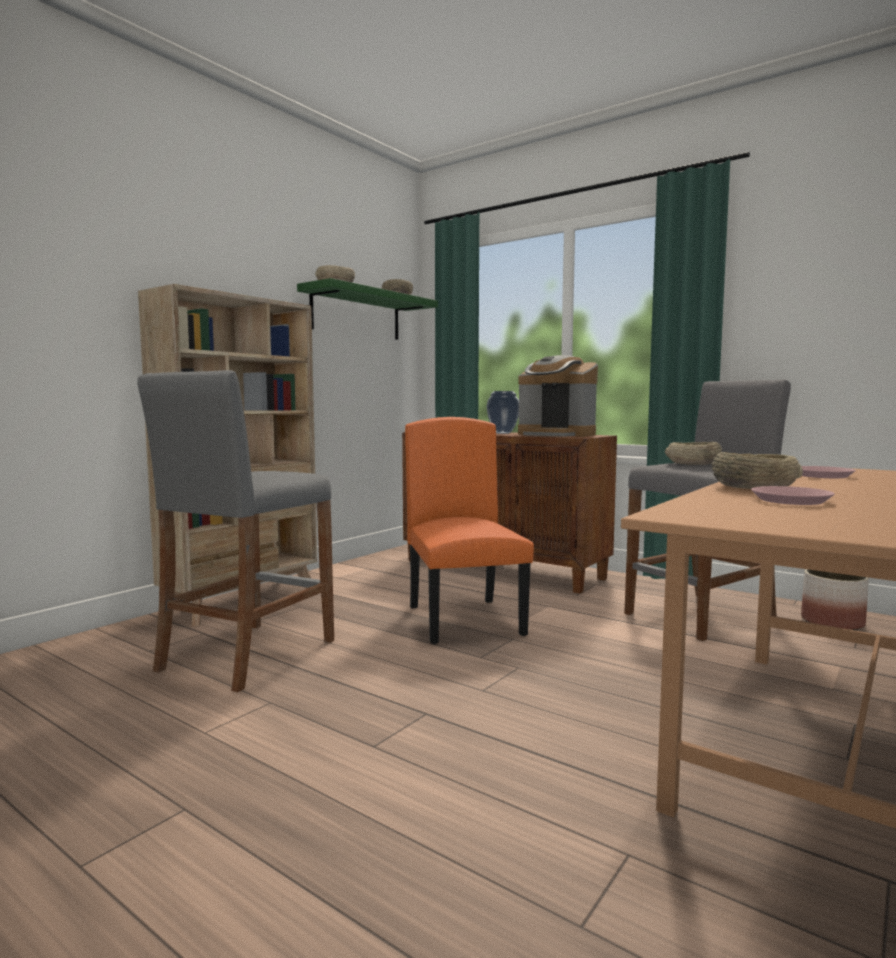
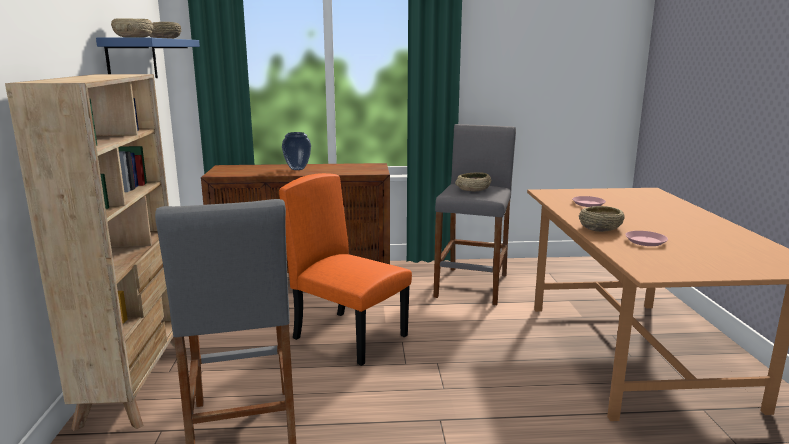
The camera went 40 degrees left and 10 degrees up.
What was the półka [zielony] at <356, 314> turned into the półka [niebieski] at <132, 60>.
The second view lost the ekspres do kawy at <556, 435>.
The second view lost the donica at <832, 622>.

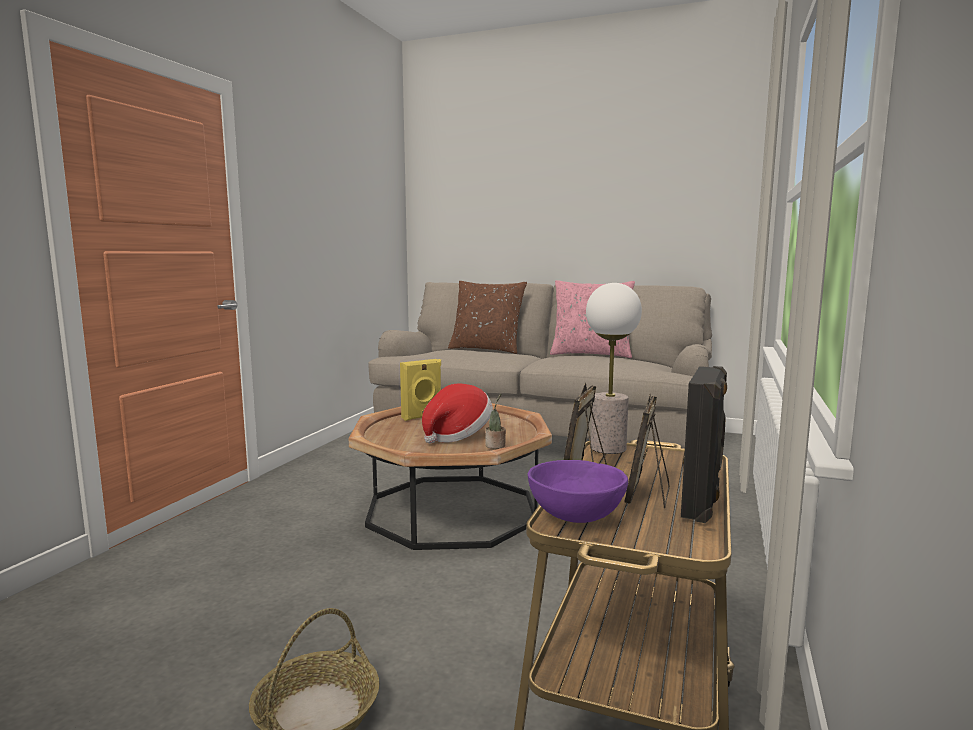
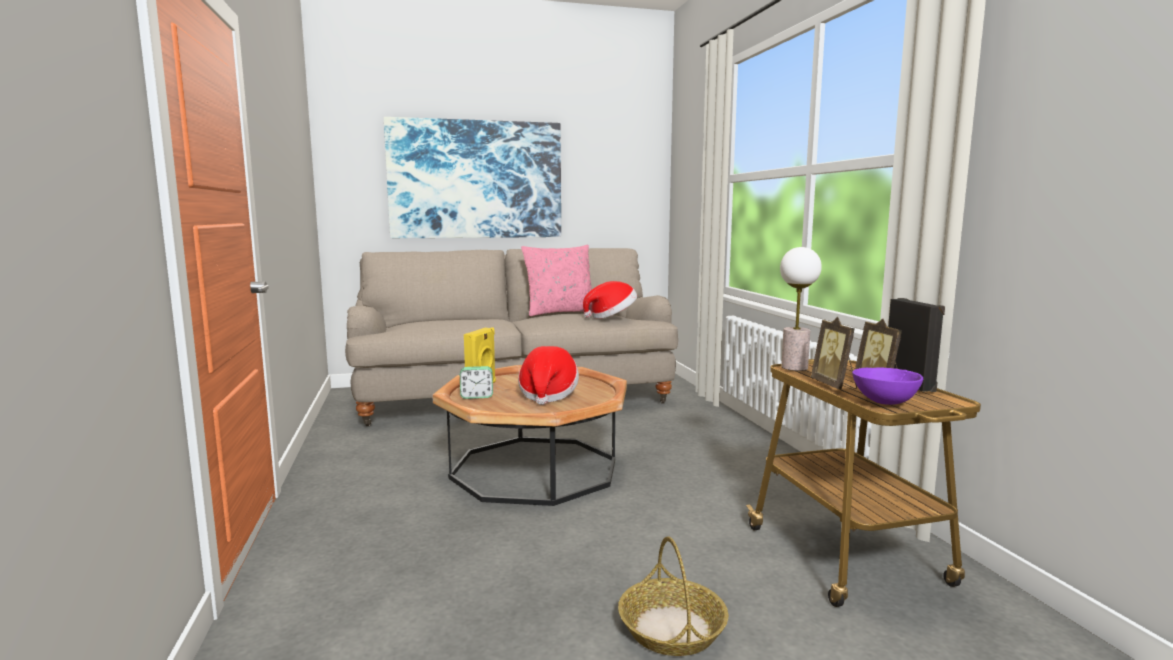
The camera went 35 degrees left and 0 degrees up.
The second view lost the poduszka [brązowy] at <486, 349>.
The second view lost the roślina doniczkowa at <495, 446>.
The second view gained the obraz at <476, 180>.
The second view gained the kapelusz at <611, 317>.
The second view gained the budzik at <476, 396>.

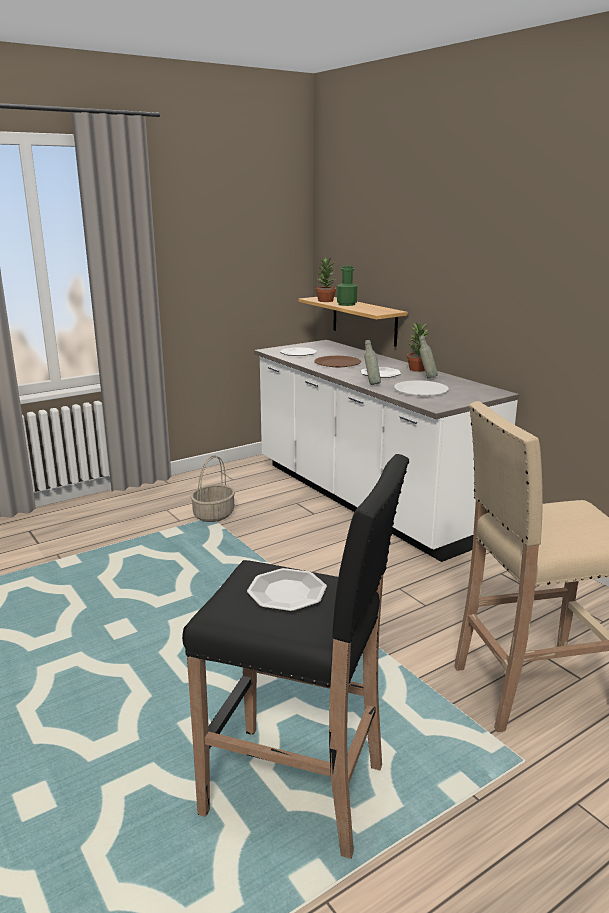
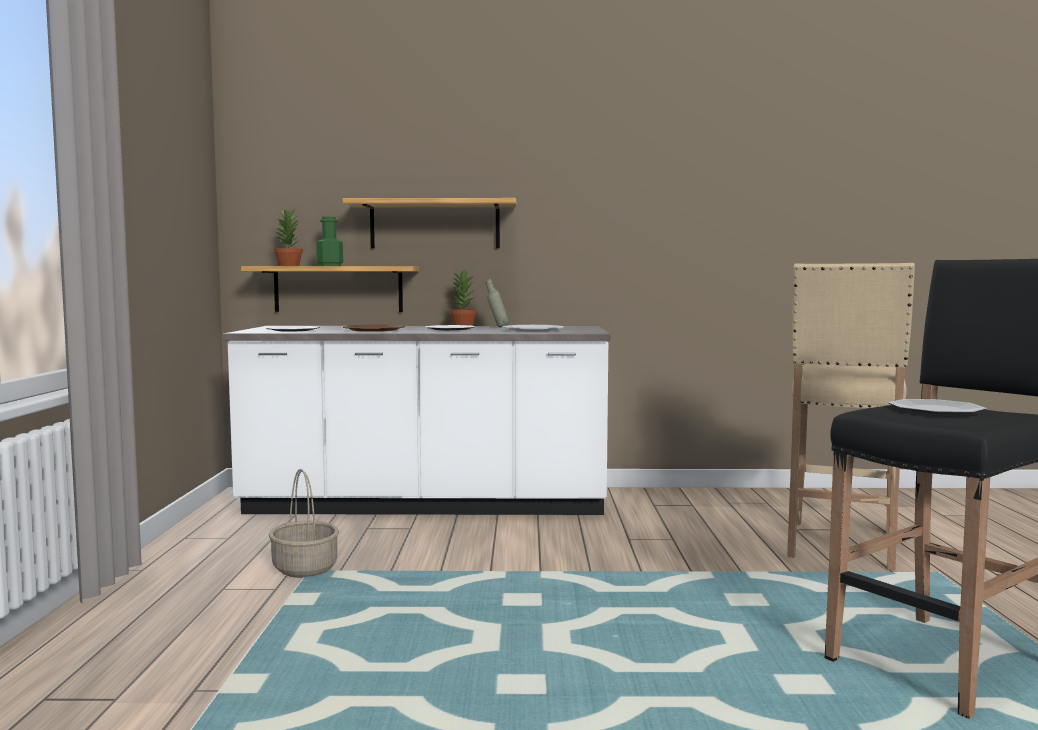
The camera went 55 degrees left and 15 degrees down.
The second view lost the butelka [szary] at <371, 384>.
The second view gained the półka at <435, 225>.

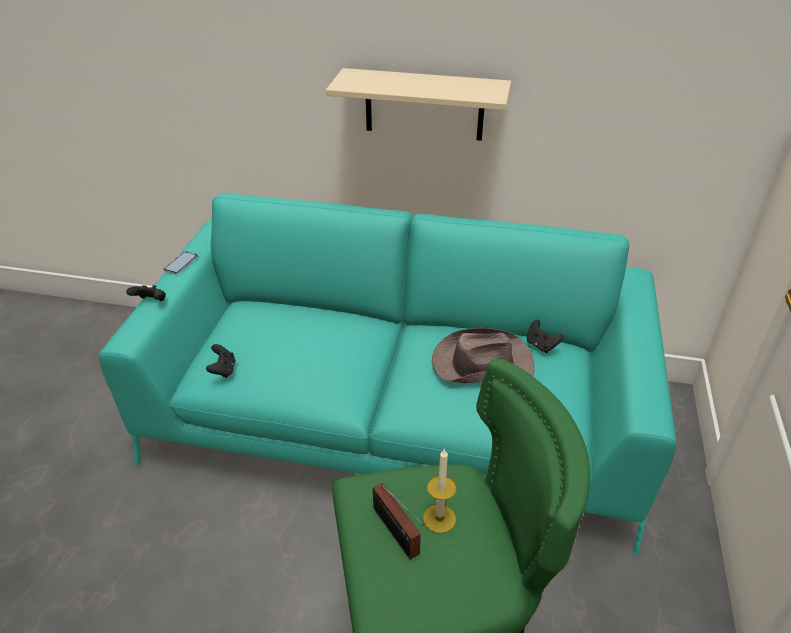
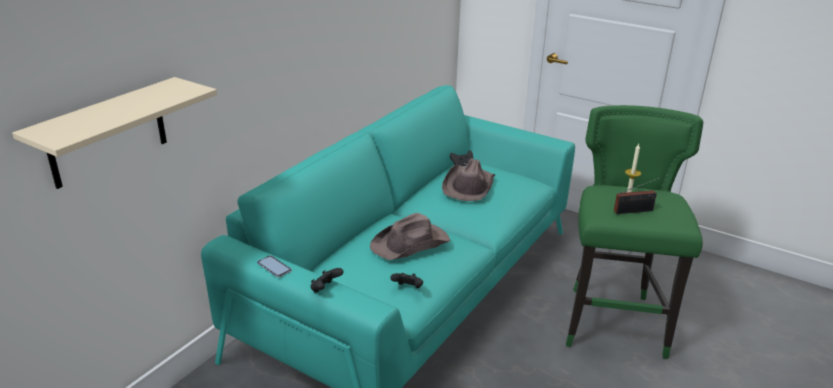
The camera went 70 degrees left and 10 degrees down.
The półka [beżowy] ended up elsewhere, having gone from <424, 105> to <107, 133>.
The second view gained the kapelusz [brązowy] at <411, 244>.

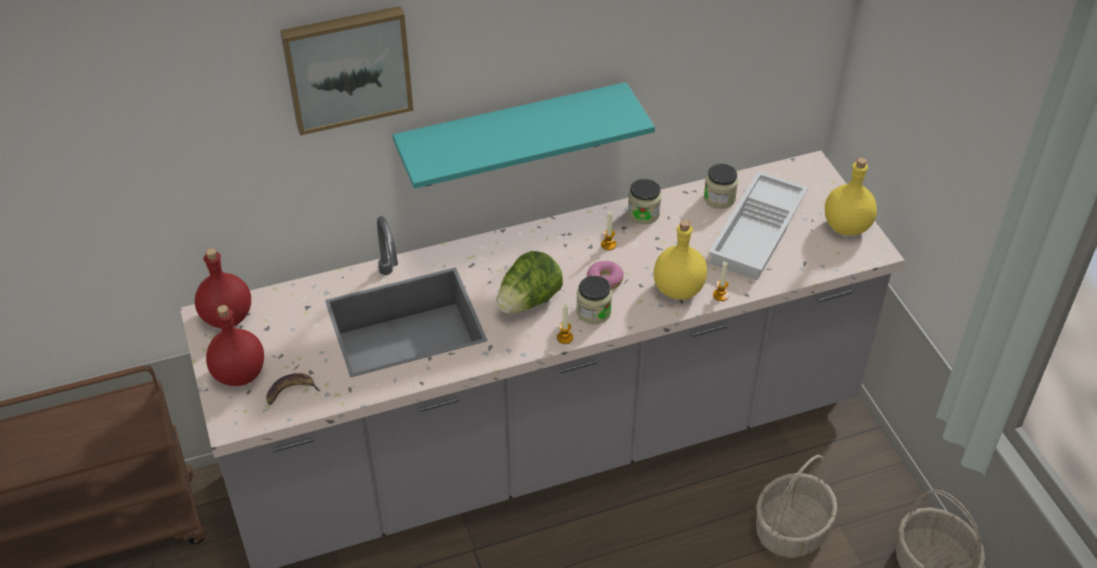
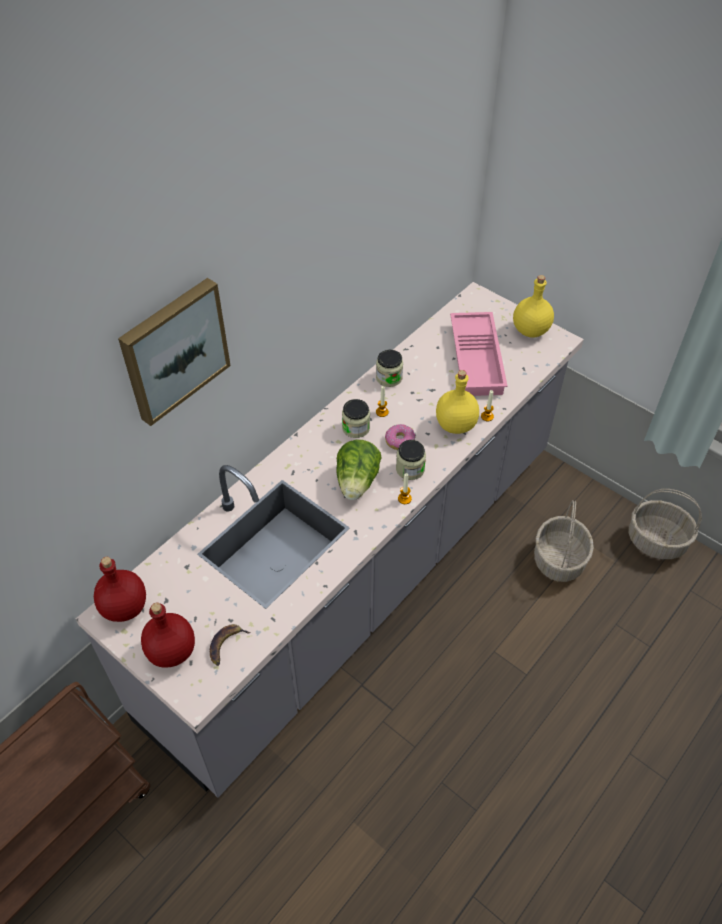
The camera went 30 degrees left and 5 degrees up.
The second view lost the półka [turkusowy] at <512, 136>.
The słoik ended up elsewhere, having gone from <719, 198> to <356, 428>.
What was the taca [biały] at <759, 233> turned into the taca [różowy] at <478, 359>.

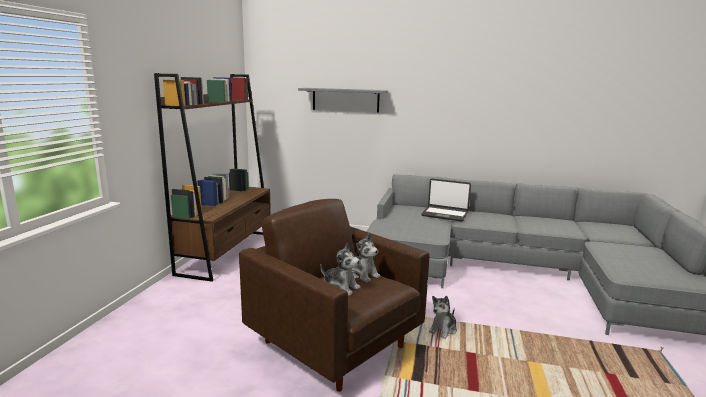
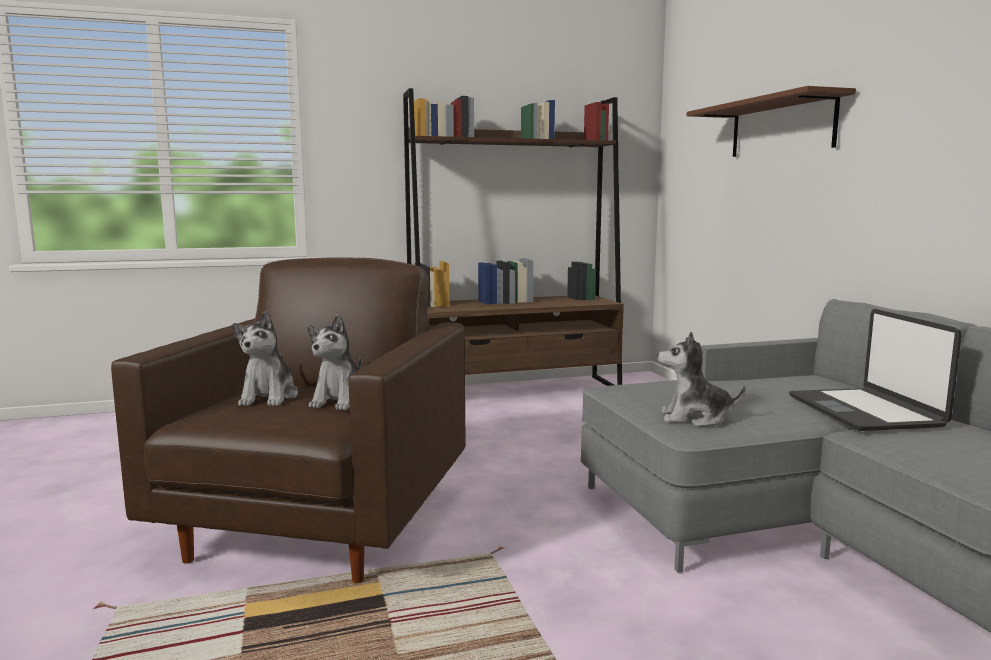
The camera went 60 degrees right and 5 degrees down.
What was the półka [szary] at <345, 100> turned into the półka [brązowy] at <781, 127>.
The pluszak ended up elsewhere, having gone from <443, 330> to <695, 418>.

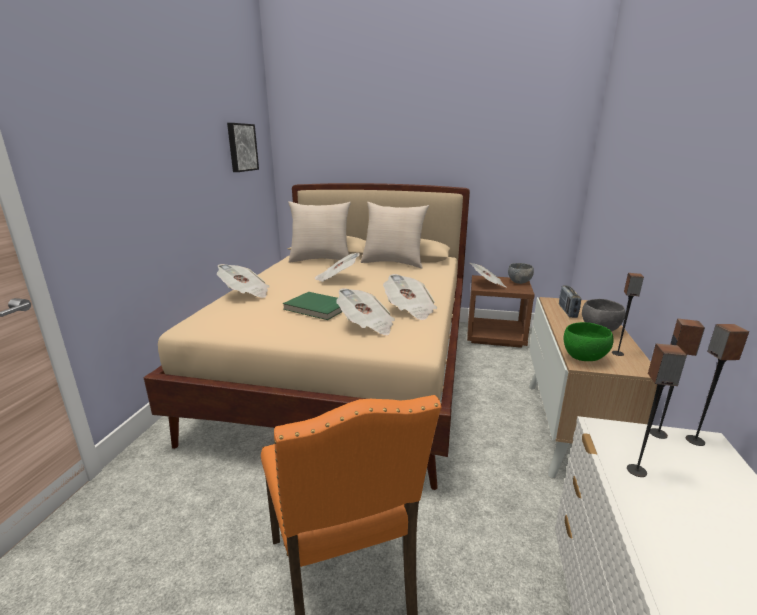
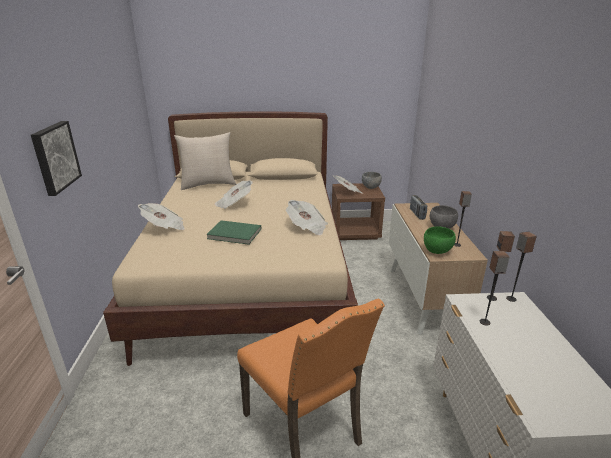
The camera went 15 degrees left and 5 degrees up.
The obraz ended up elsewhere, having gone from <241, 147> to <54, 157>.
The second view lost the poduszka [beżowy] at <393, 263>.
The second view lost the gazeta at <367, 326>.

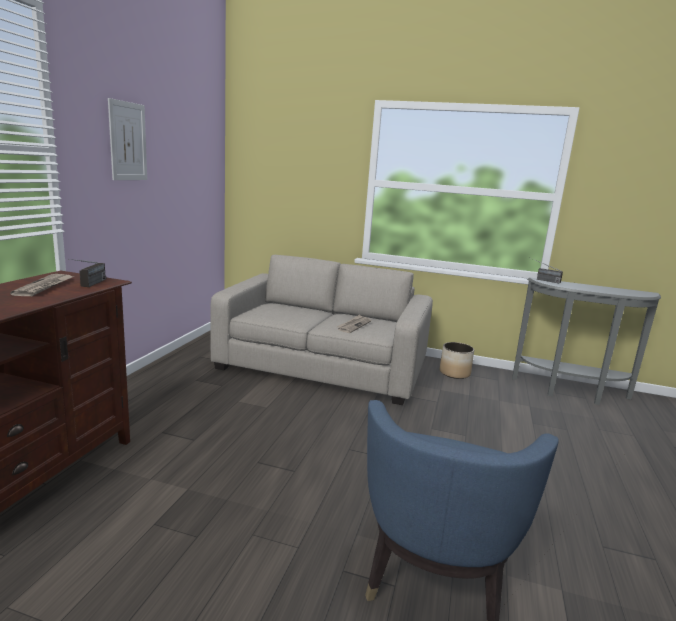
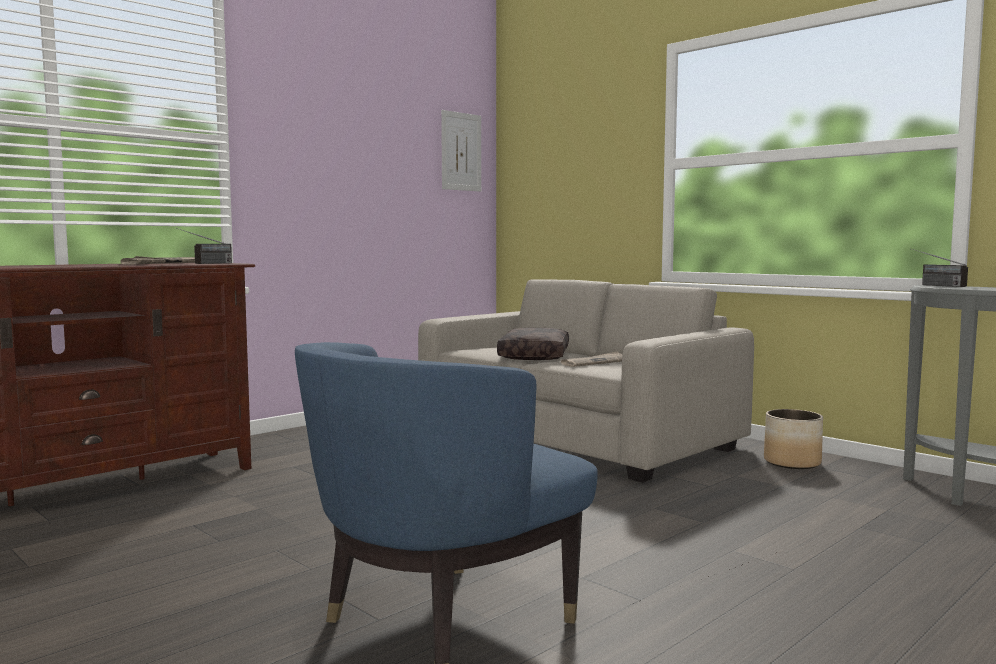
The camera went 30 degrees right and 10 degrees down.
The obraz ended up elsewhere, having gone from <128, 141> to <461, 151>.
The second view gained the poduszka [brązowy] at <533, 356>.

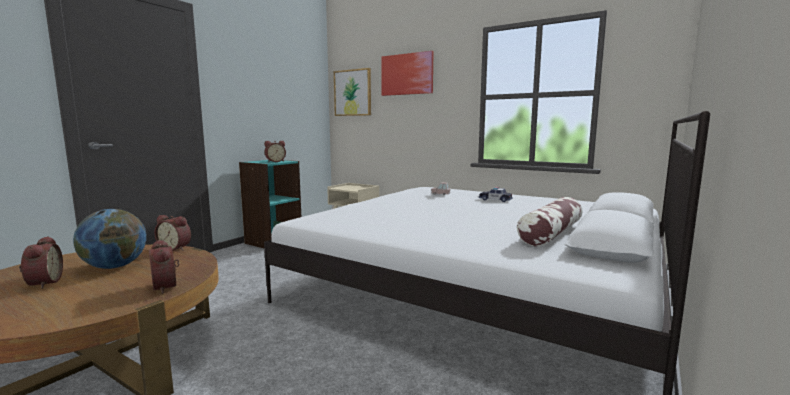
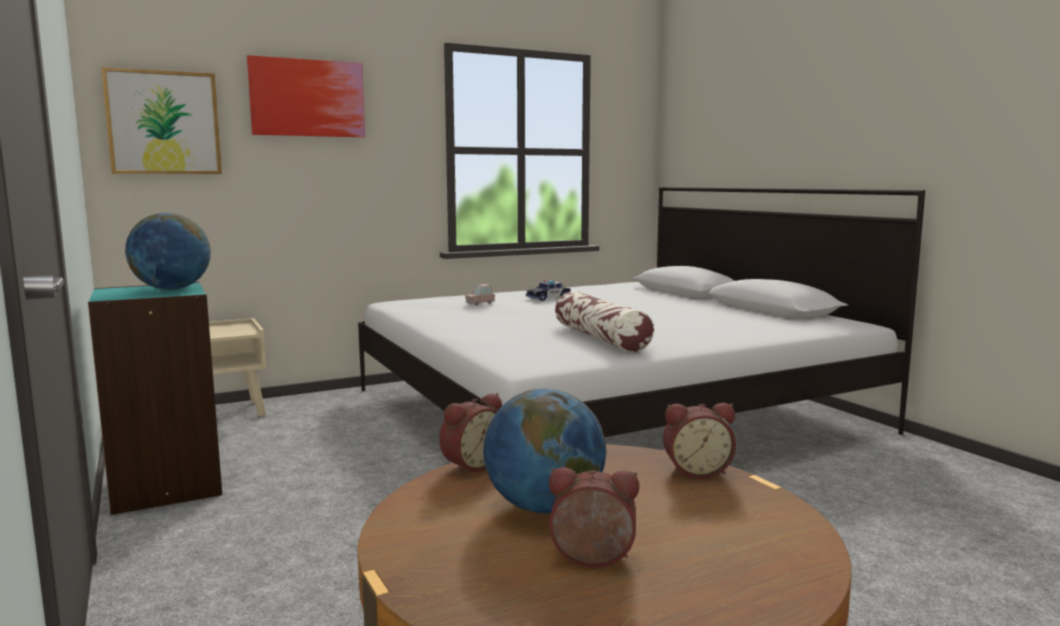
The camera went 60 degrees left and 0 degrees up.
Where the budzik stood at <275, 161>, the globus came to stand at <172, 289>.
The poduszka ended up elsewhere, having gone from <551, 234> to <601, 338>.

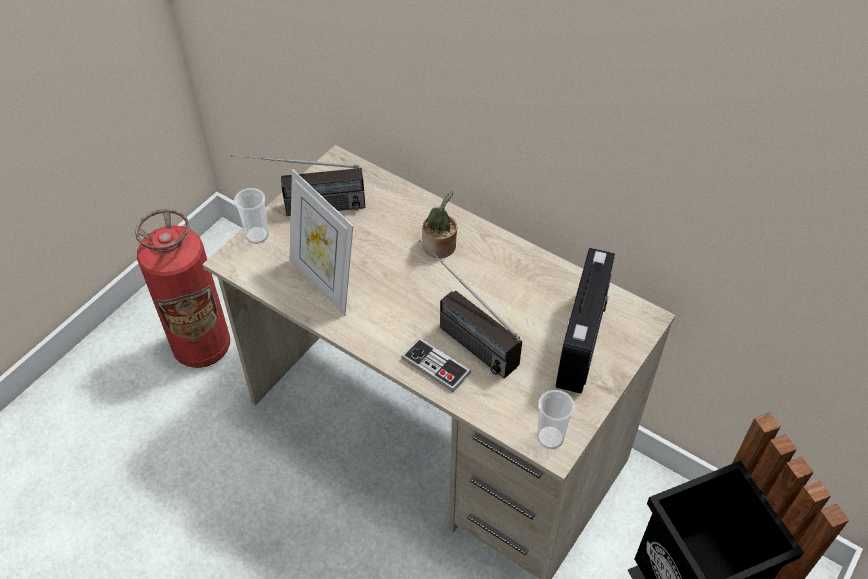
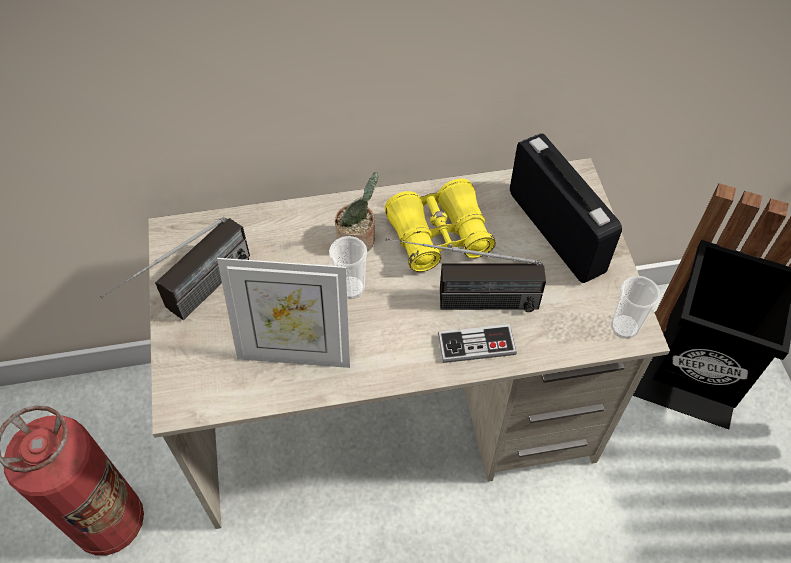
The camera went 45 degrees left and 5 degrees up.
The filiżanka ended up elsewhere, having gone from <257, 235> to <351, 288>.
The second view gained the lornetka [żółty] at <439, 236>.

